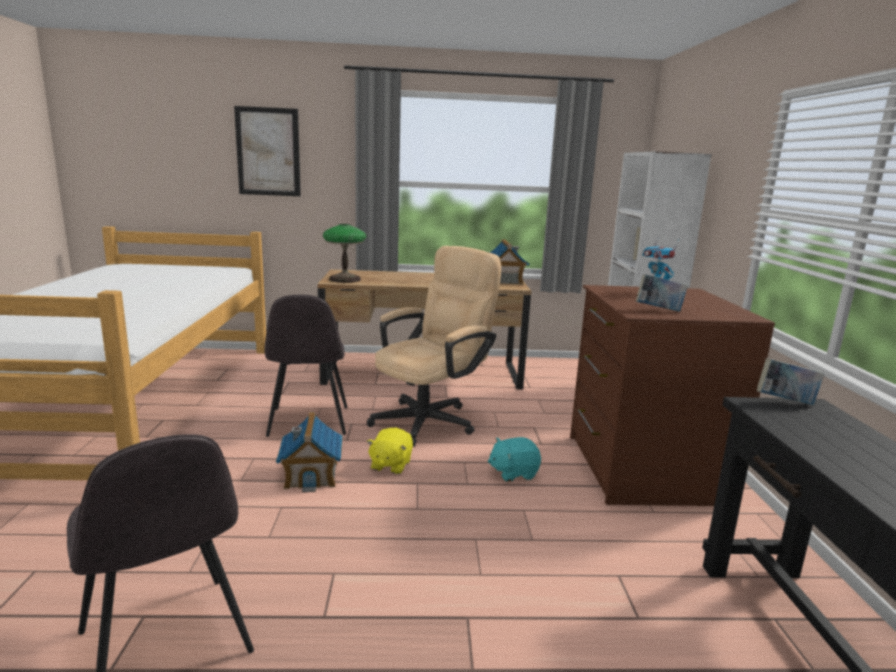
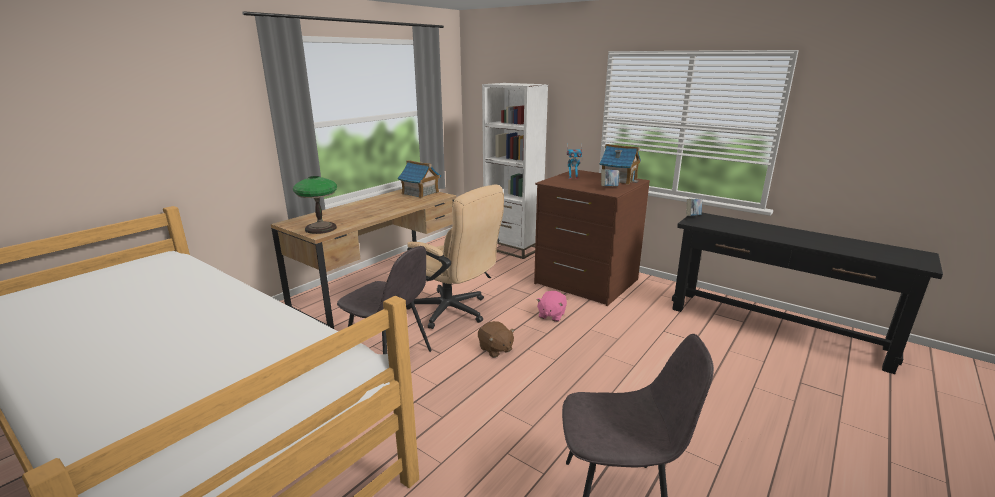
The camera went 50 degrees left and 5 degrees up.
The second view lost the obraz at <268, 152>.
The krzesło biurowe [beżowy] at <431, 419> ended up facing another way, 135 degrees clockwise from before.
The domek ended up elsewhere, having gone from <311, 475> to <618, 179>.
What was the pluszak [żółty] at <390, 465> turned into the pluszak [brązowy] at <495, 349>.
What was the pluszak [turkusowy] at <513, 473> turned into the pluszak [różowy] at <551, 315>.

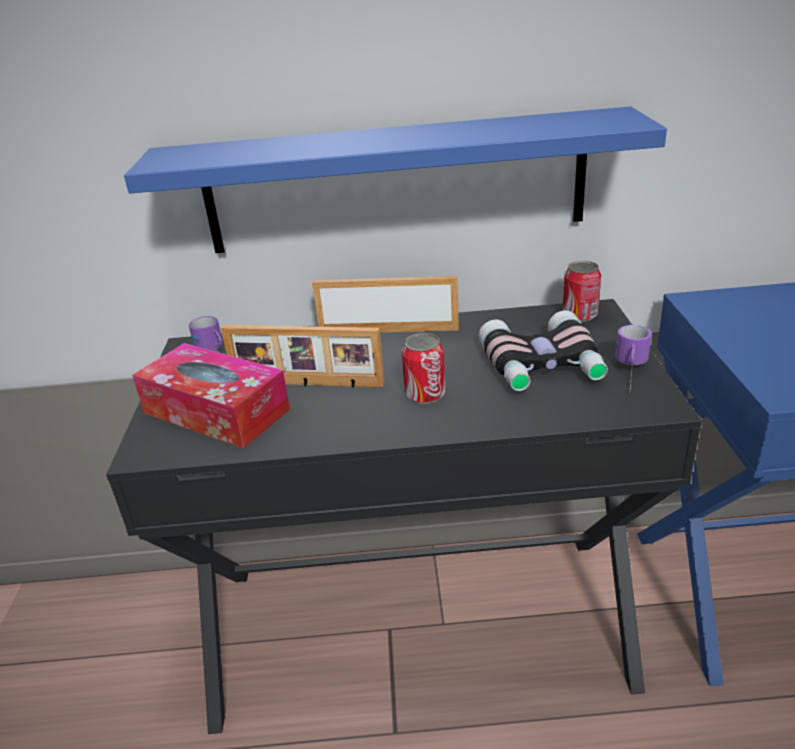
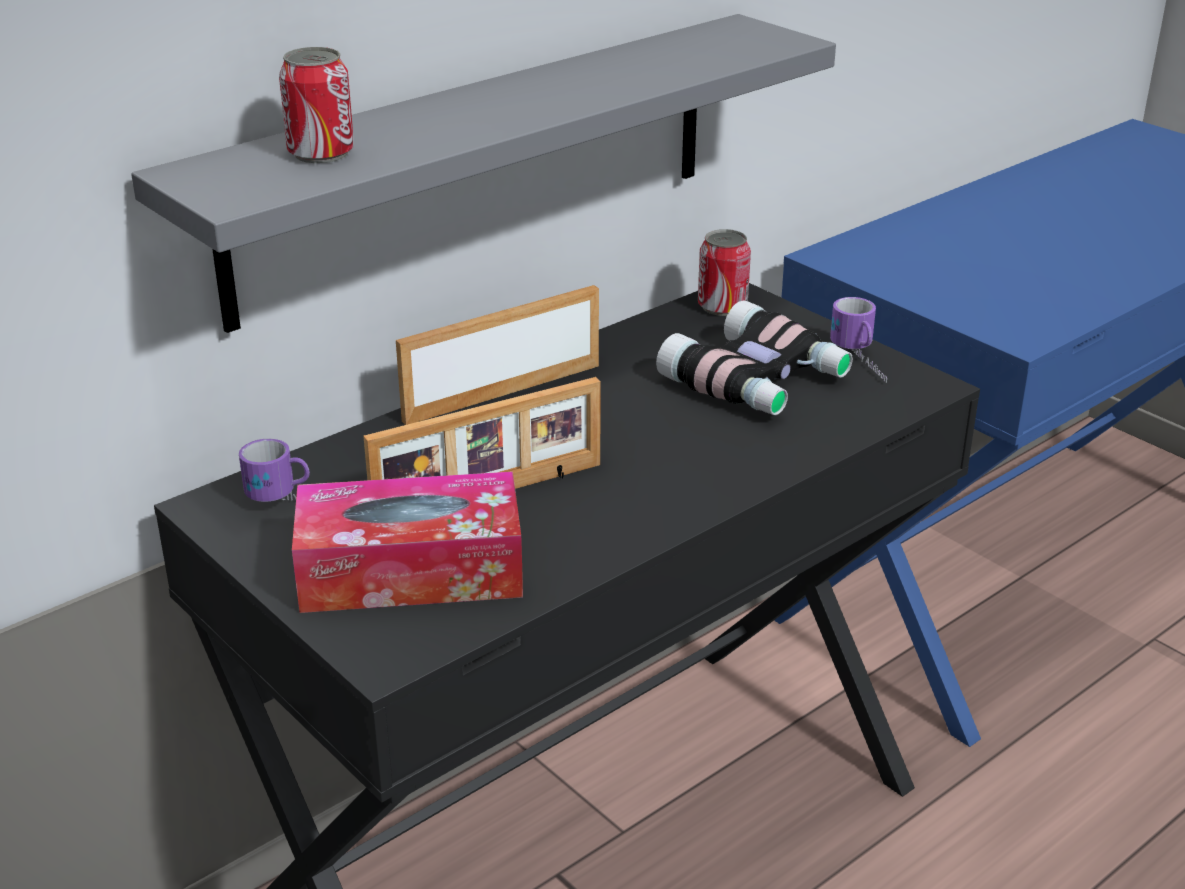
The camera went 40 degrees left and 0 degrees up.
What was the półka [niebieski] at <395, 183> turned into the półka [szary] at <478, 165>.
The puszka ended up elsewhere, having gone from <425, 394> to <321, 153>.

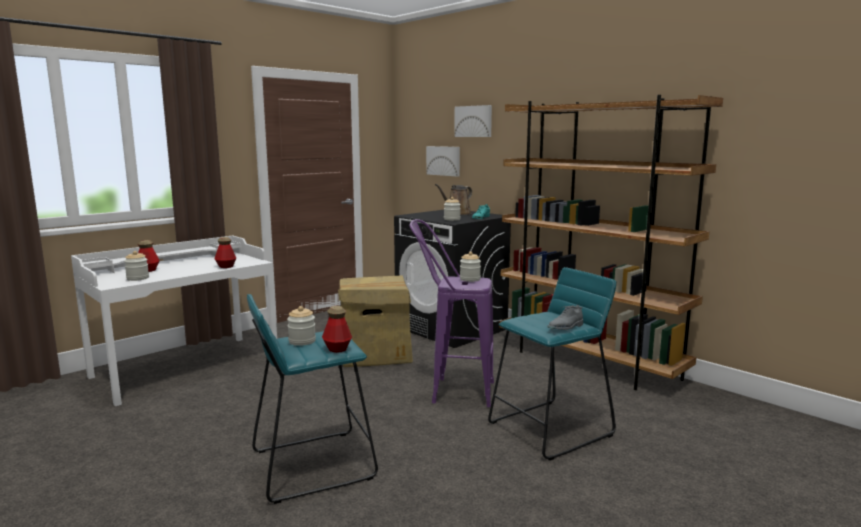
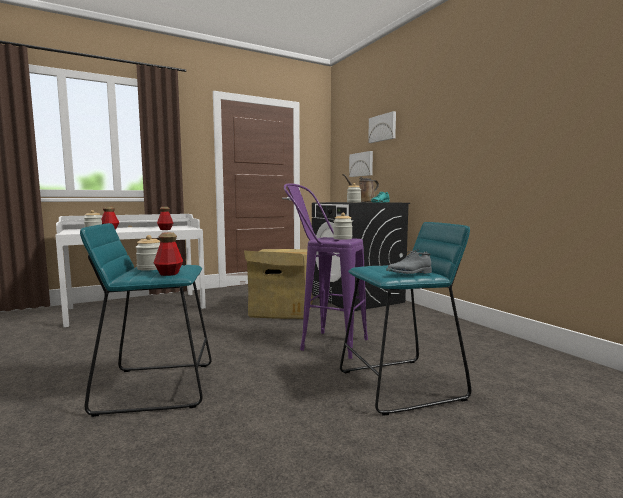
The camera went 15 degrees right and 5 degrees down.
The second view lost the regał [brązowy] at <588, 362>.

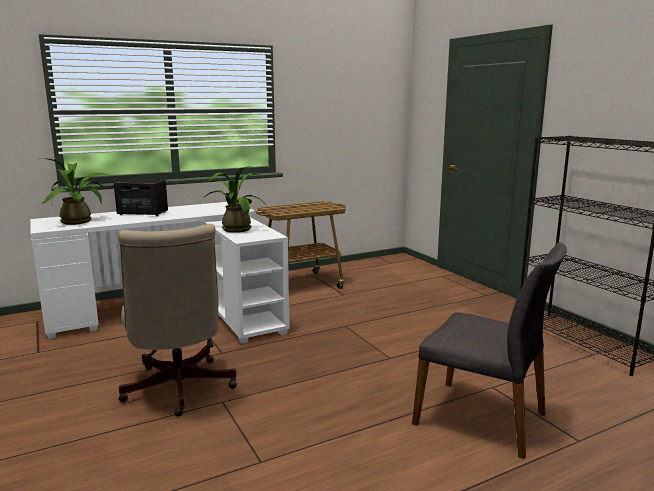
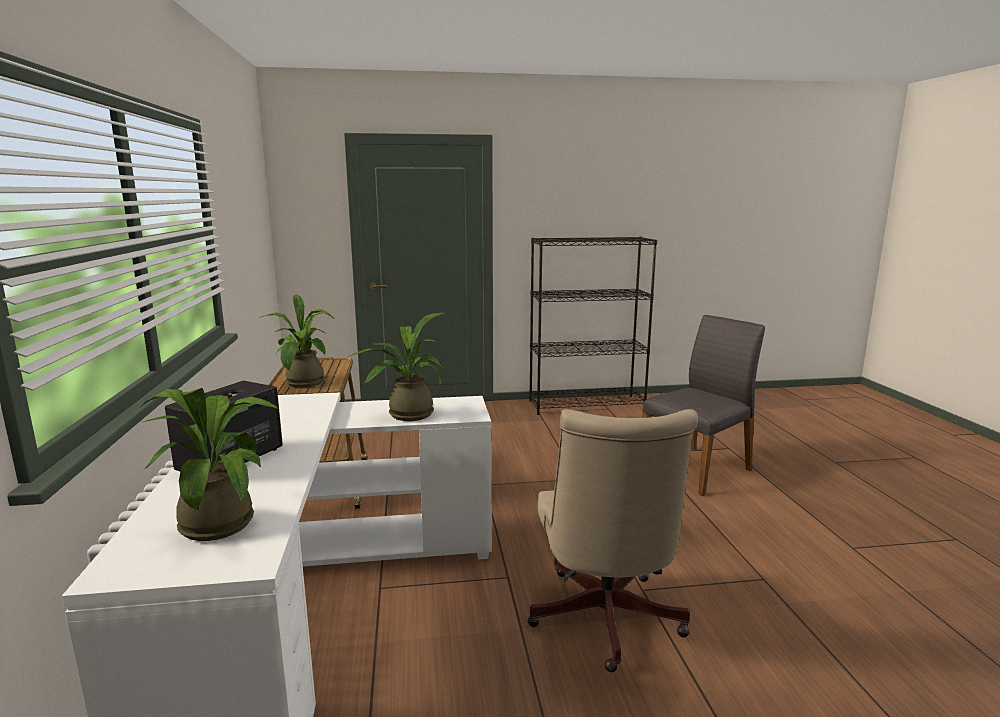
The camera went 70 degrees left and 0 degrees up.
The krzesło biurowe [beżowy] at <178, 390> ended up facing another way, 90 degrees clockwise from before.
The second view gained the roślina doniczkowa at <304, 384>.

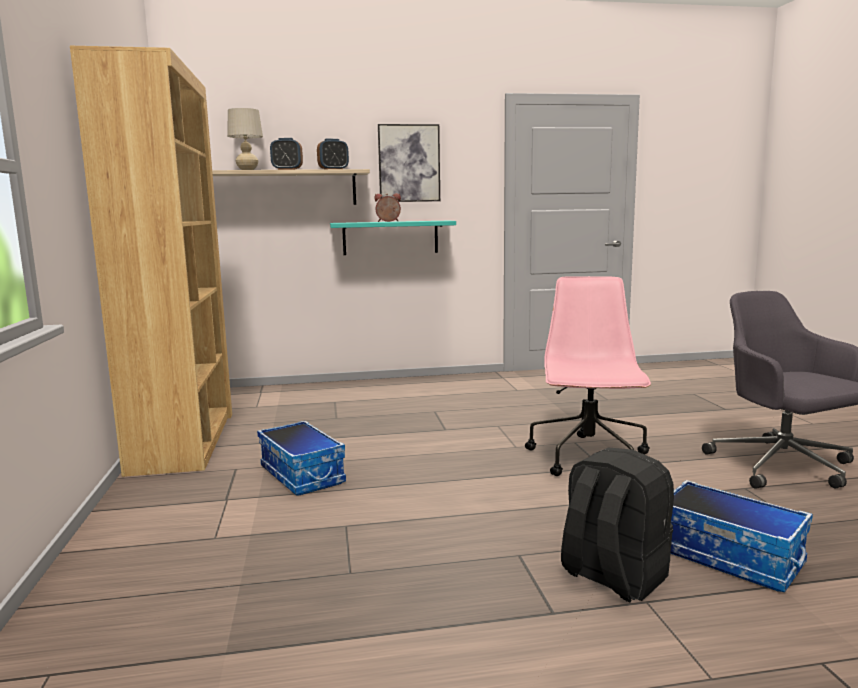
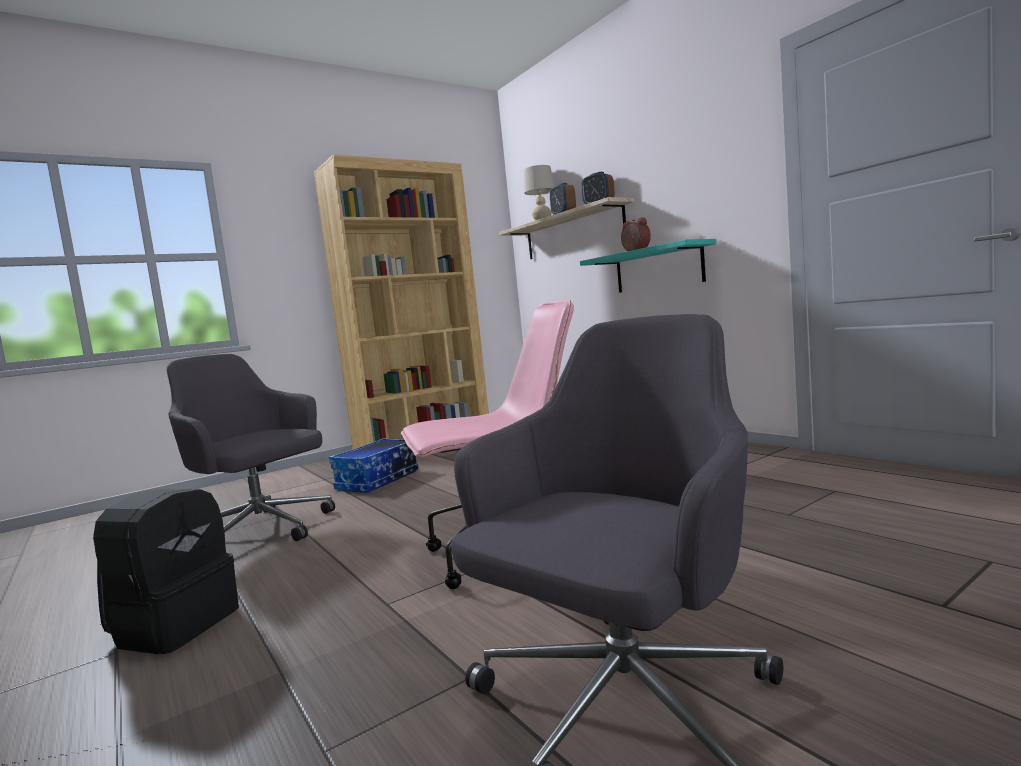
The camera went 65 degrees right and 5 degrees down.
The second view lost the obraz at <409, 163>.
The second view lost the pojemnik do przechowywania at <730, 557>.
The second view gained the krzesło biurowe [szary] at <261, 532>.

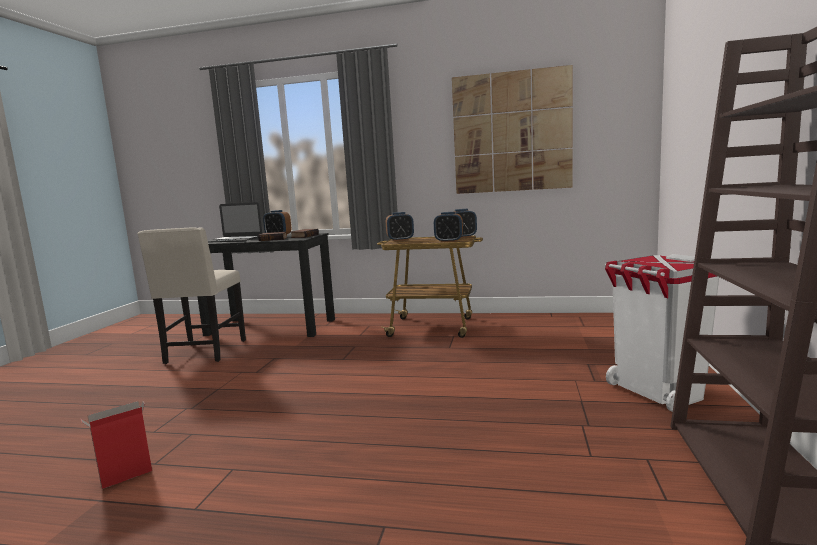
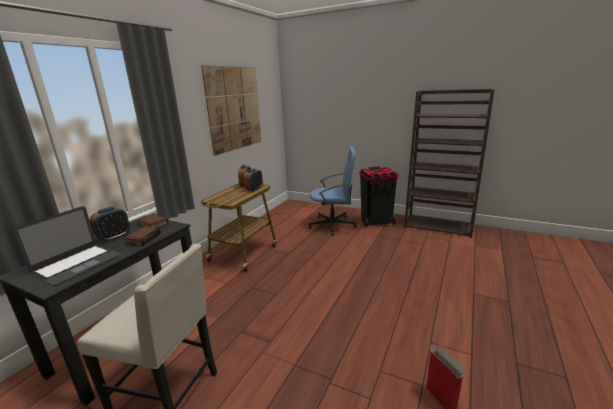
The camera went 75 degrees left and 10 degrees up.
The second view lost the budzik at <400, 240>.
What was the kosz na śmieci [biały] at <657, 393> turned into the kosz na śmieci [czarny] at <376, 222>.
The second view gained the krzesło biurowe [niebieski] at <333, 225>.

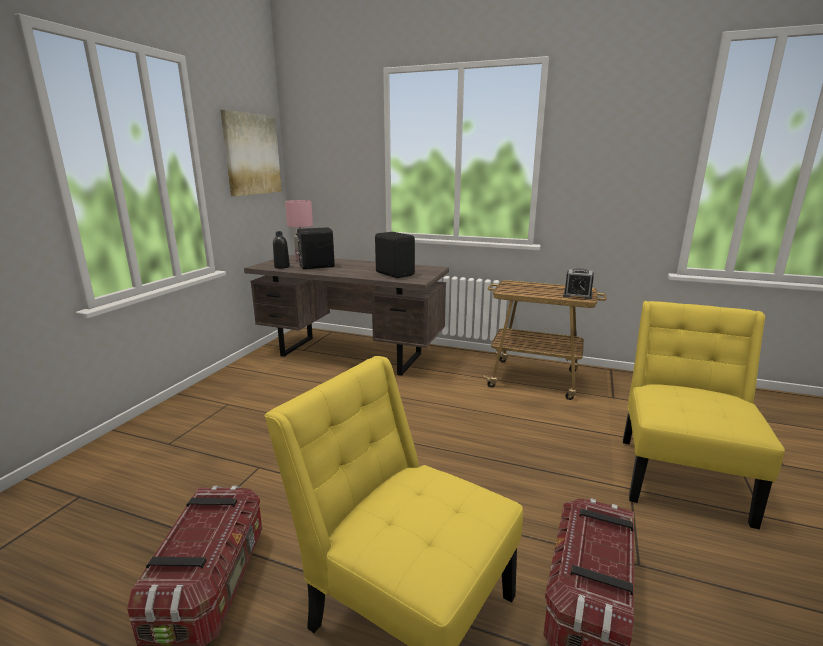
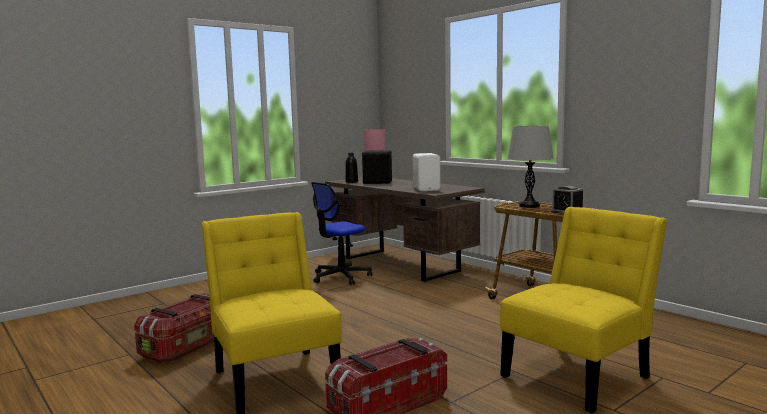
The camera went 30 degrees right and 10 degrees down.
The second view lost the obraz at <251, 154>.
What was the głośnik [czarny] at <395, 274> turned into the głośnik [biały] at <427, 189>.
The second view gained the lampa stołowa [szary] at <529, 206>.
The second view gained the krzesło biurowe at <340, 277>.

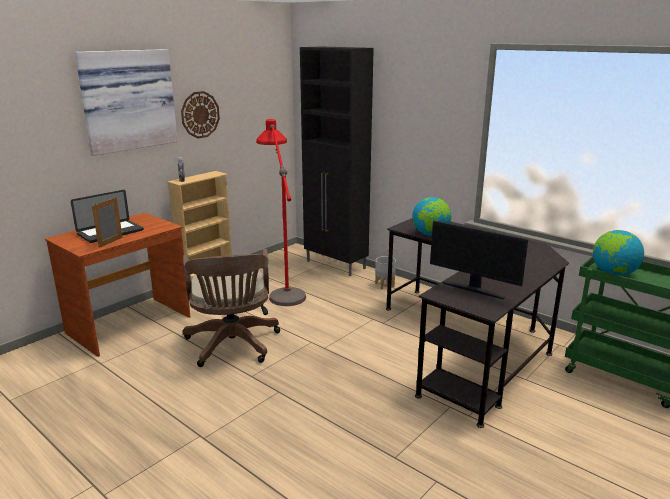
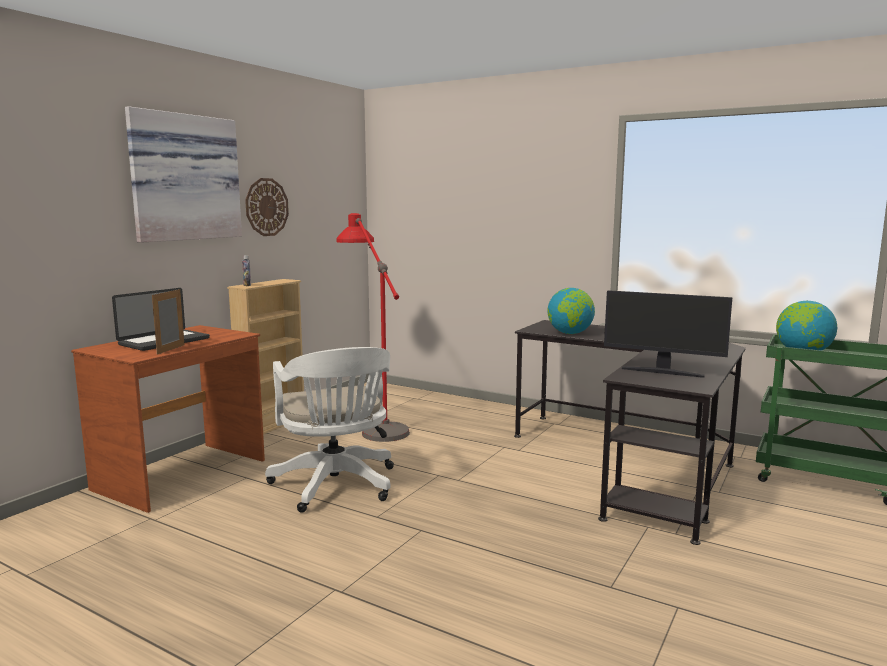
The camera went 10 degrees left and 10 degrees down.
The second view lost the szafka [czarny] at <336, 265>.
What was the krzesło biurowe [brązowy] at <232, 346> turned into the krzesło biurowe [biały] at <336, 487>.
The second view lost the donica [szary] at <385, 285>.

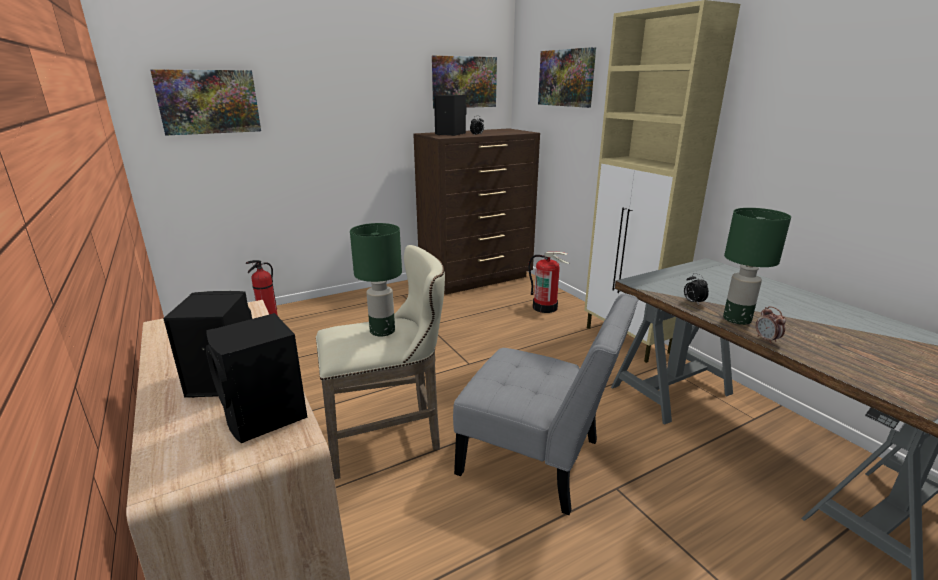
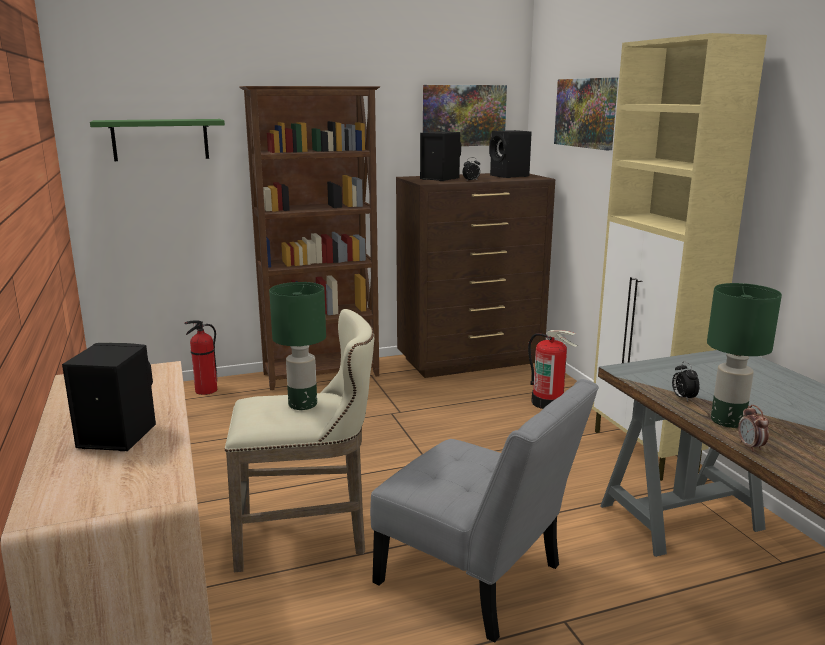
The camera went 10 degrees right and 5 degrees down.
Where the obraz hung at <208, 102>, the półka [zielony] came to hang at <160, 139>.
The głośnik [czarny] ended up elsewhere, having gone from <266, 418> to <509, 176>.
The second view gained the regał [brązowy] at <322, 375>.

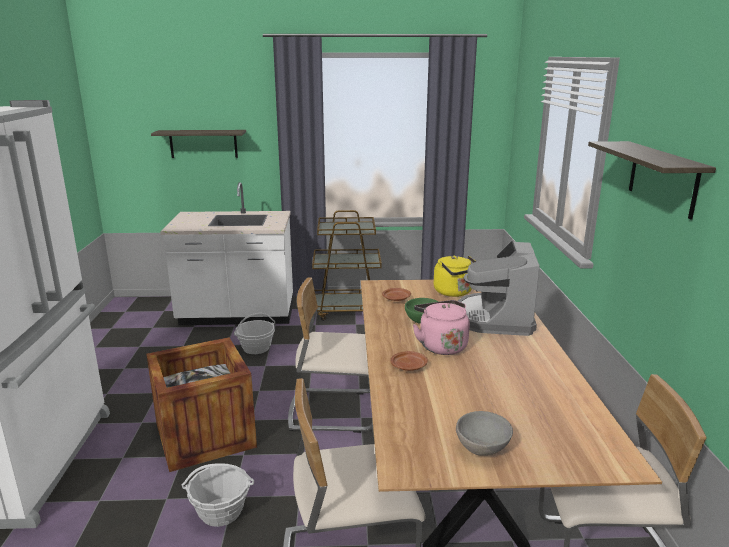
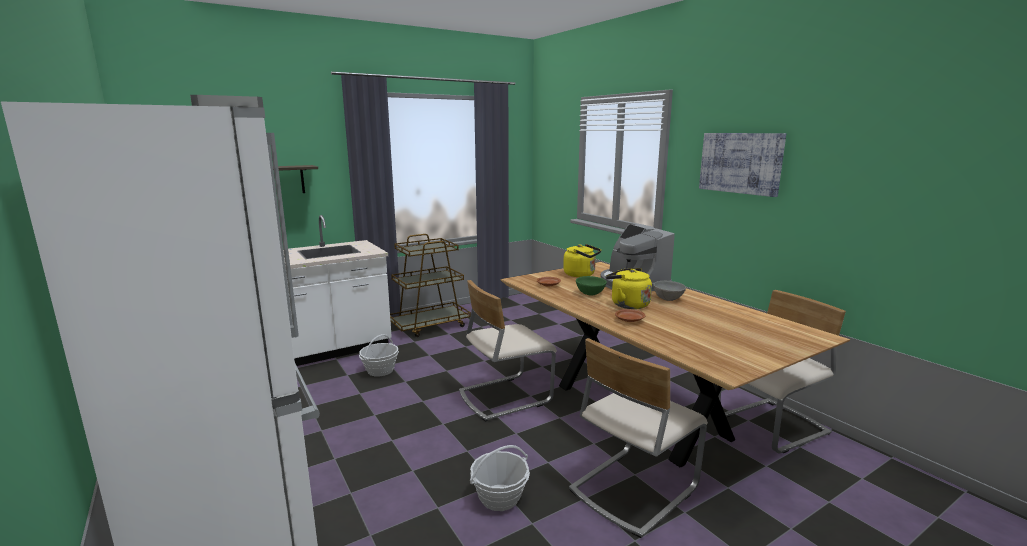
The camera went 30 degrees left and 5 degrees down.
Where the półka hung at <662, 178>, the obraz came to hang at <740, 163>.
What was the czajnik [różowy] at <441, 345> turned into the czajnik [żółty] at <627, 304>.
The second view lost the skrzynka at <205, 435>.
The miska [szary] ended up elsewhere, having gone from <483, 449> to <668, 299>.

